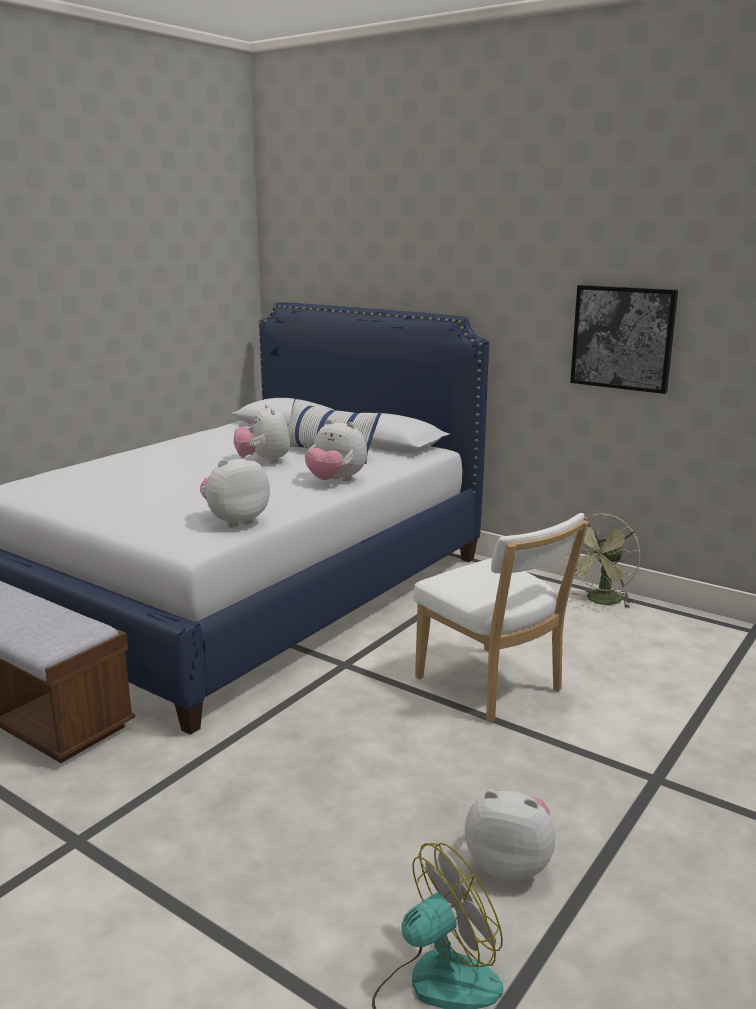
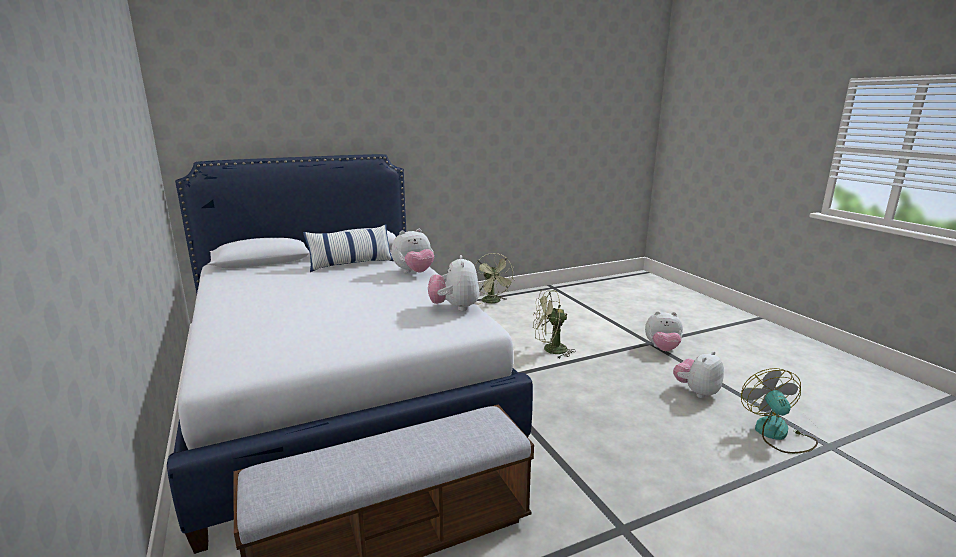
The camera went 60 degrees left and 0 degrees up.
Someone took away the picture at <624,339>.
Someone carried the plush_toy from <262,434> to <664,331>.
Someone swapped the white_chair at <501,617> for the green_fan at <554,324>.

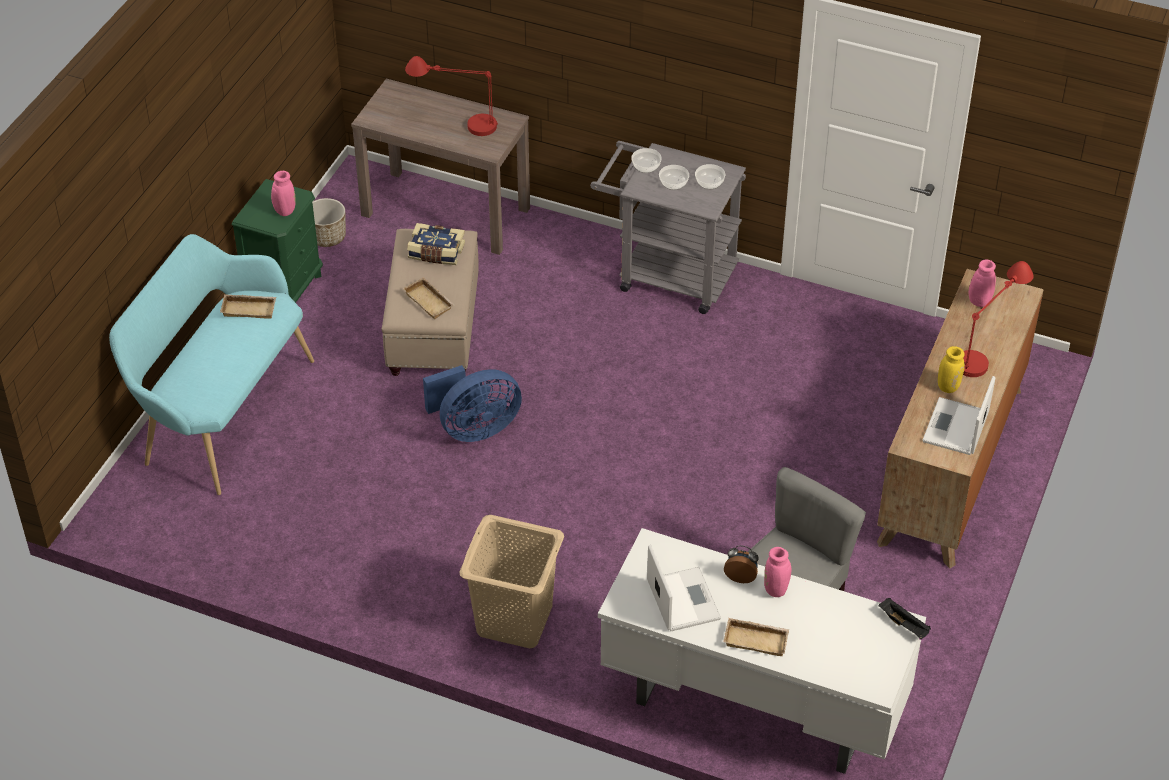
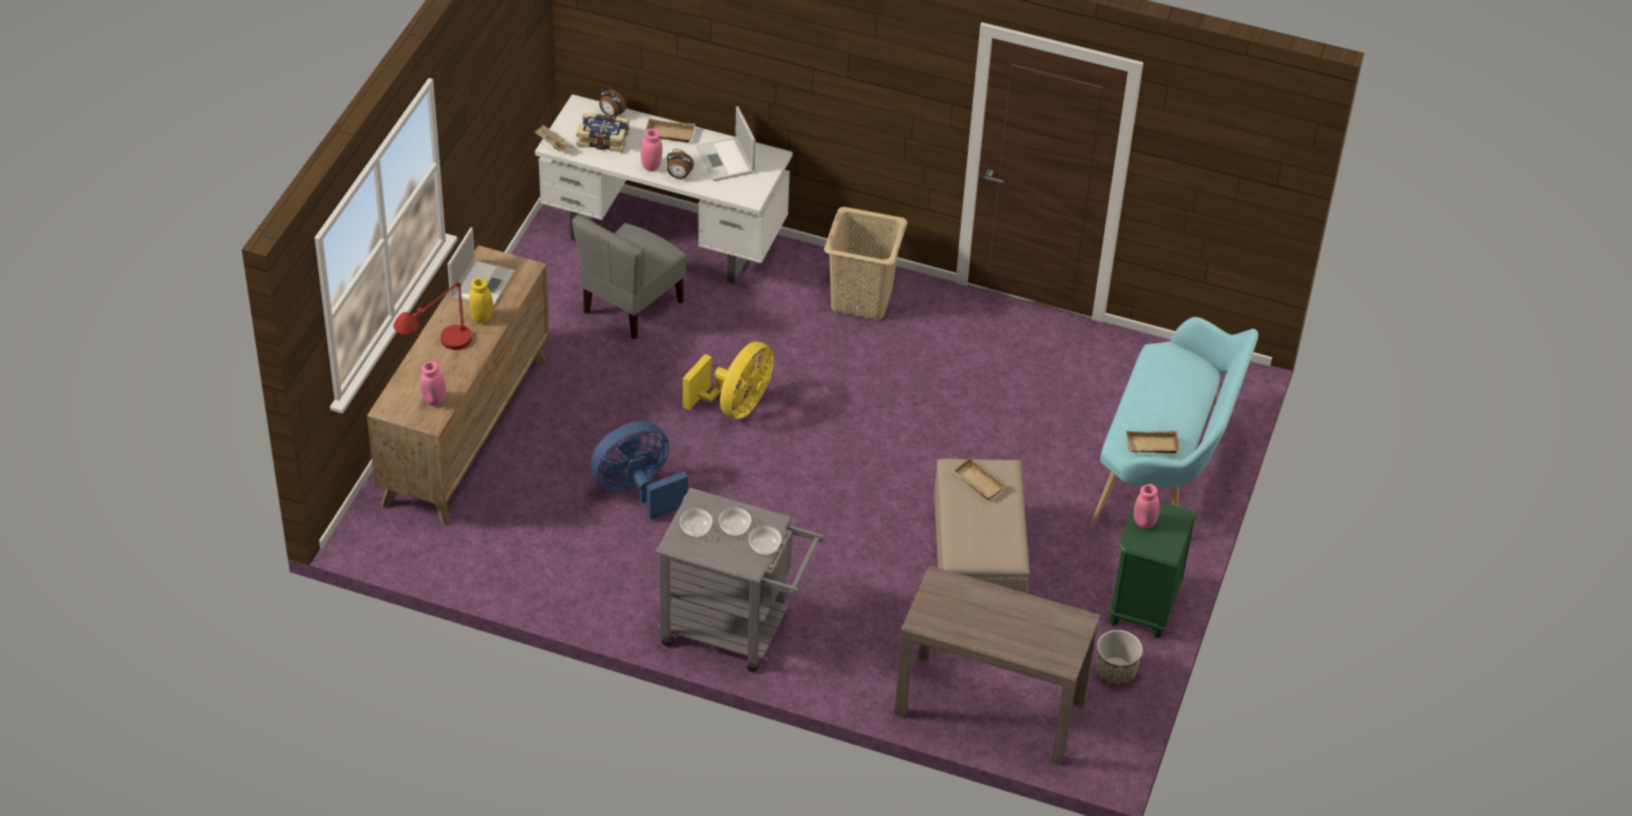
The camera went 175 degrees right and 0 degrees up.
Someone took away the red_table_lamp at <451,96>.
Someone put down the alarm_clock at <612,102>.
Someone put down the yellow_fan at <728,380>.
Someone carried the book from <436,244> to <603,132>.
Someone carried the blue_fan from <472,403> to <639,470>.
Someone repainted the black_tray at <905,618>, which became the beige_tray at <553,138>.

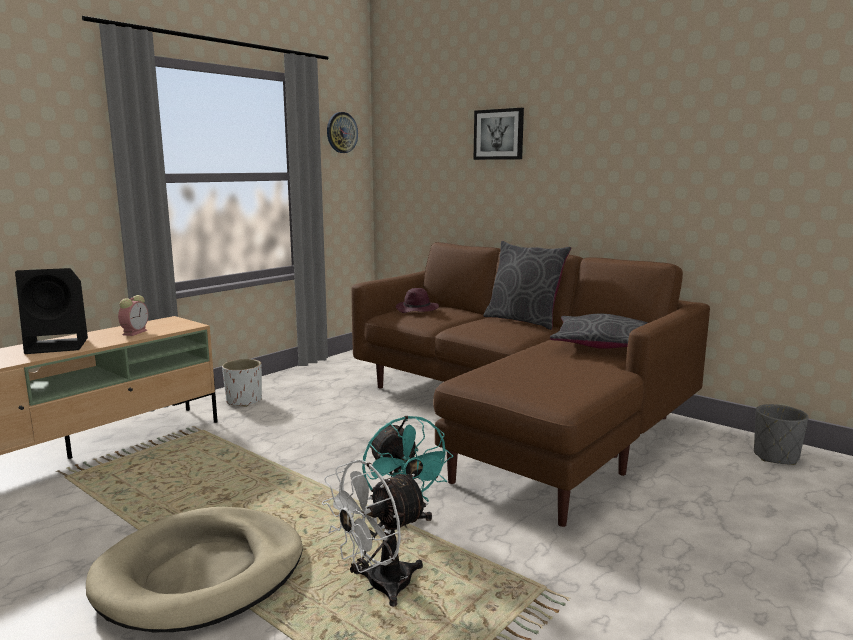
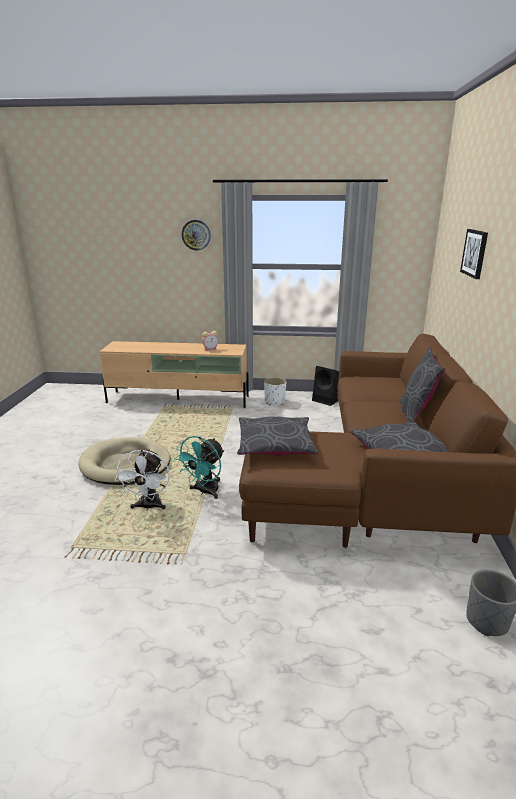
The camera went 55 degrees right and 10 degrees up.
Someone took away the purple_hat at <417,300>.
Someone put down the grey_pillow at <278,435>.
Someone carried the black_speaker from <51,311> to <325,386>.
Someone carried the wall_clock from <342,132> to <196,235>.
Someone rotated the white_fan at <375,533> by 105 degrees counterclockwise.

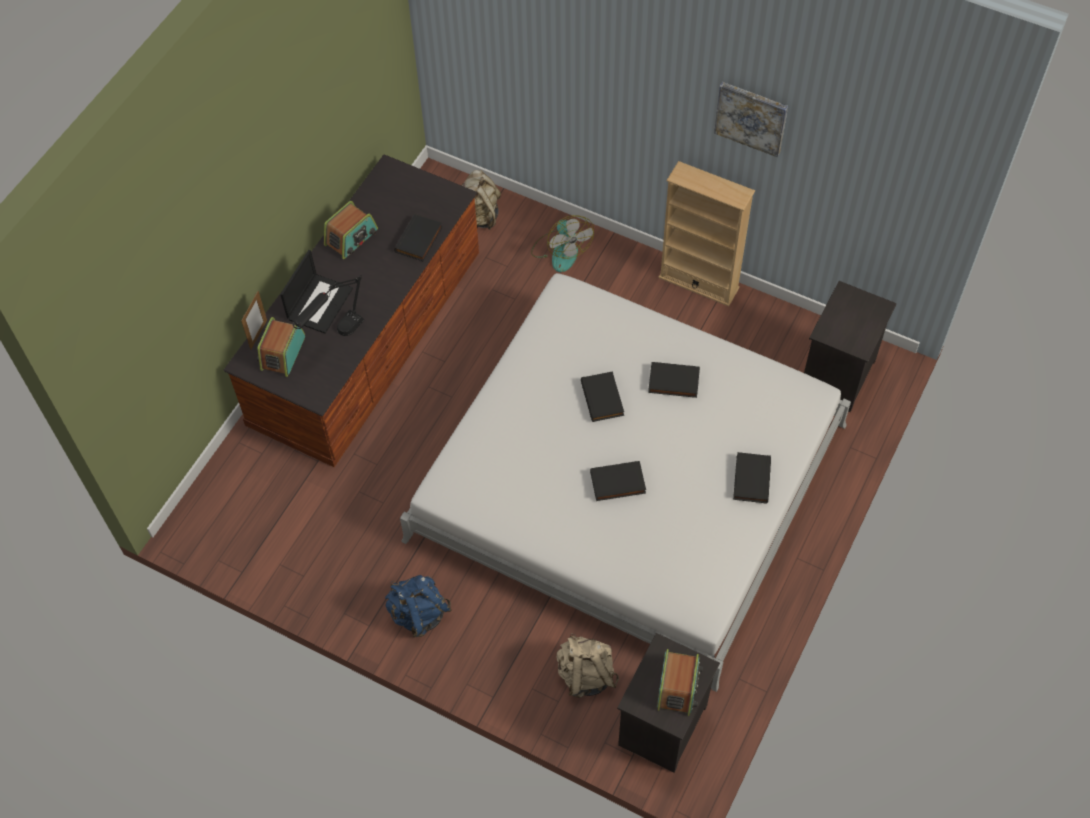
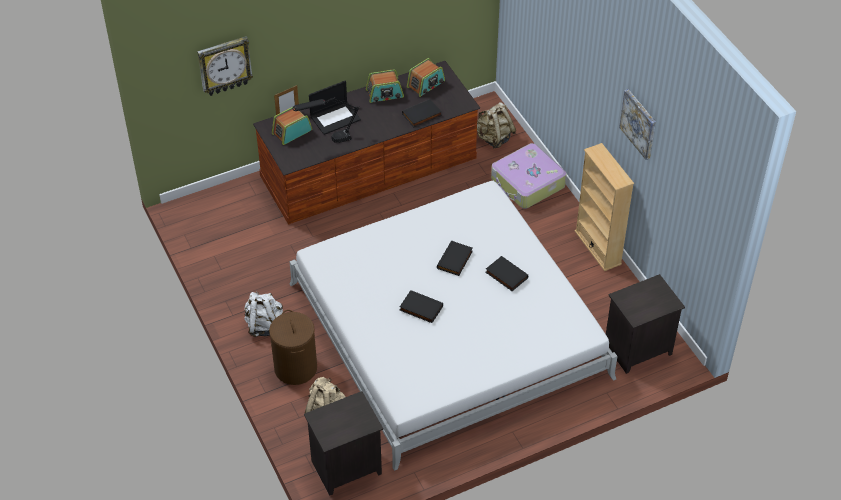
The camera went 35 degrees right and 10 degrees down.
Someone took away the black_book at <752,478>.
Someone put up the wall_clock at <225,66>.
Someone put down the brown_laundry_basket at <293,347>.
Someone carried the radio from <680,682> to <426,77>.
Someone swapped the fan at <562,243> for the suitcase at <528,176>.
Someone repainted the blue_backpack at <418,606>, which became the white_backpack at <263,314>.

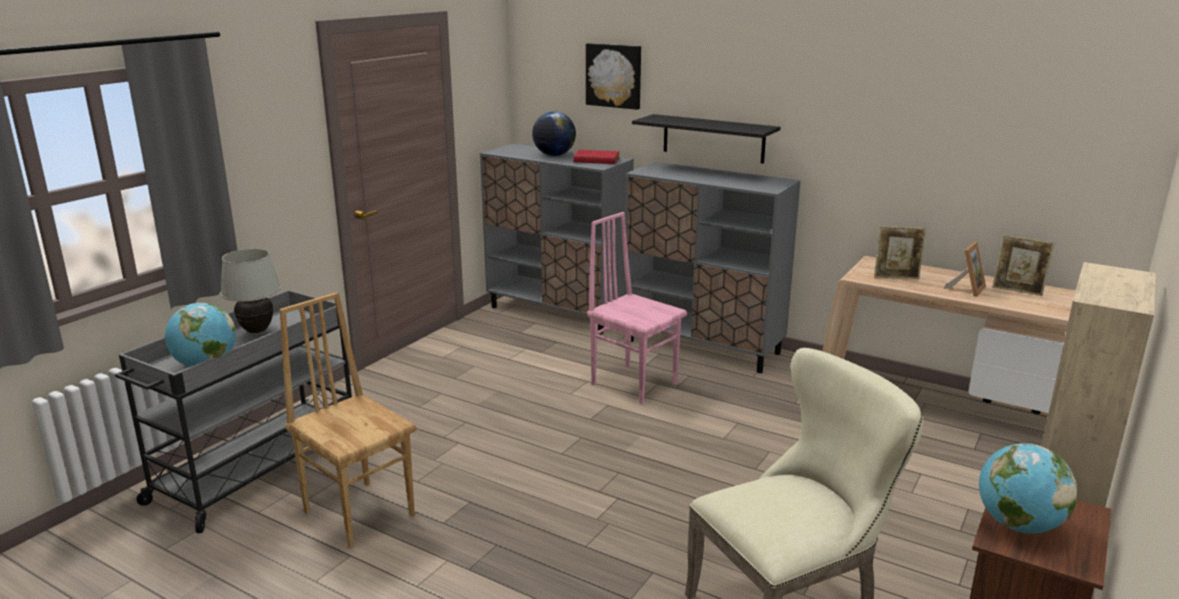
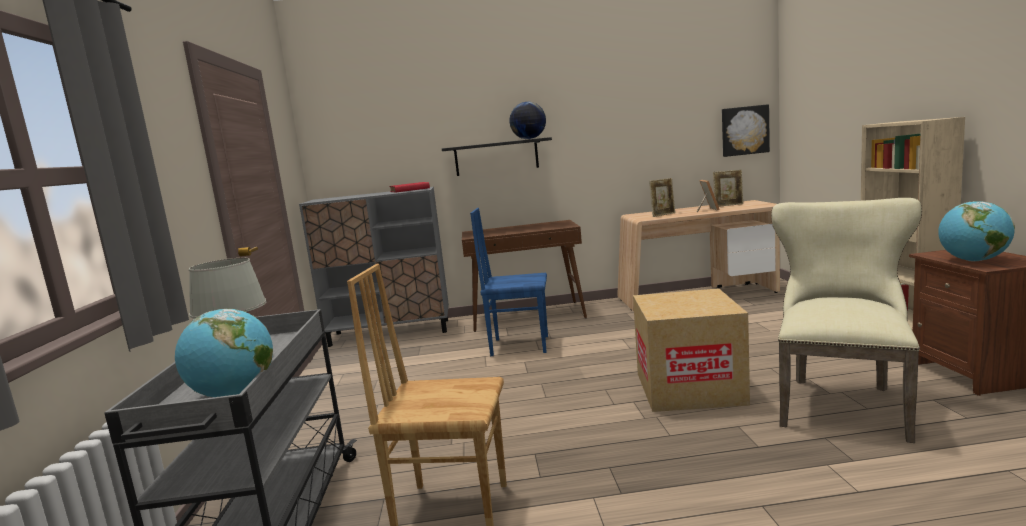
The camera went 35 degrees left and 10 degrees down.
Someone put down the cardboard_box at <691,350>.
Someone carried the globe from <554,133> to <528,120>.
Someone carried the picture from <613,76> to <746,130>.
Someone swapped the grey_cabinet at <712,267> for the brown_console_table at <524,276>.
Someone repainted the pink_chair at <637,308>, which became the blue_chair at <509,282>.

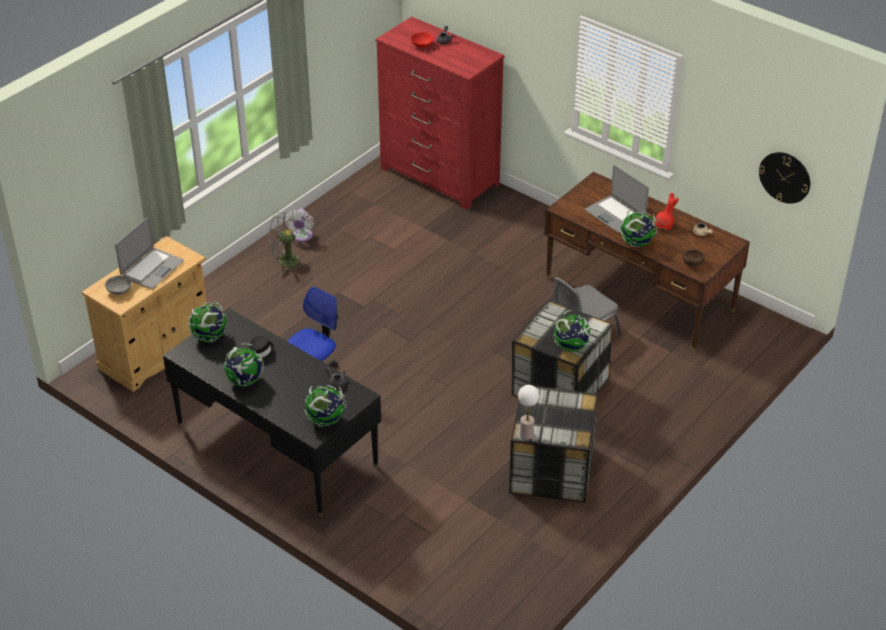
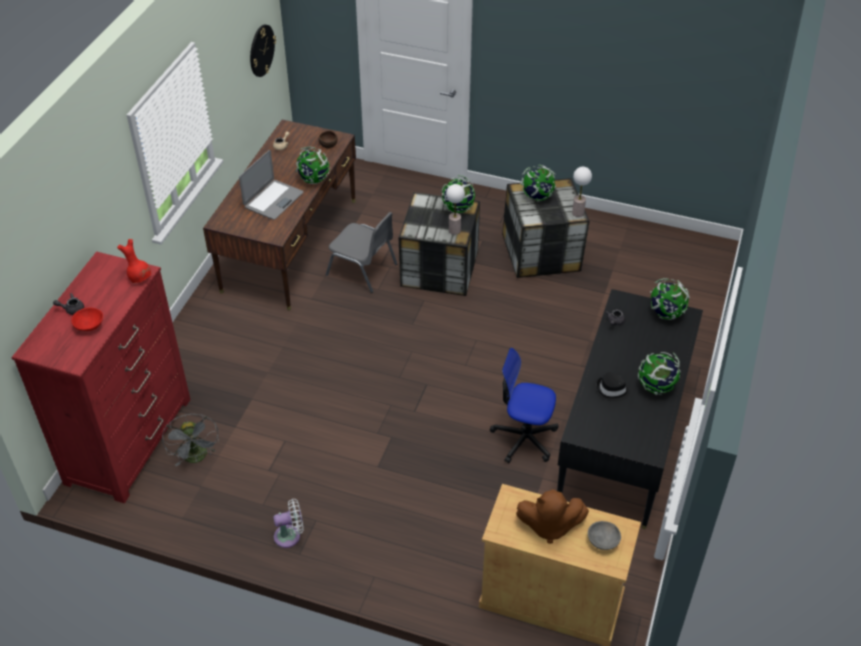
The camera went 110 degrees left and 5 degrees up.
Someone put down the table_lamp at <455,209>.
Someone carried the globe from <208,321> to <538,183>.
Someone carried the grey_fan from <286,242> to <190,440>.
Someone carried the red_vase from <667,211> to <134,261>.
Someone swapped the laptop at <149,253> for the brown_plush_toy at <552,517>.

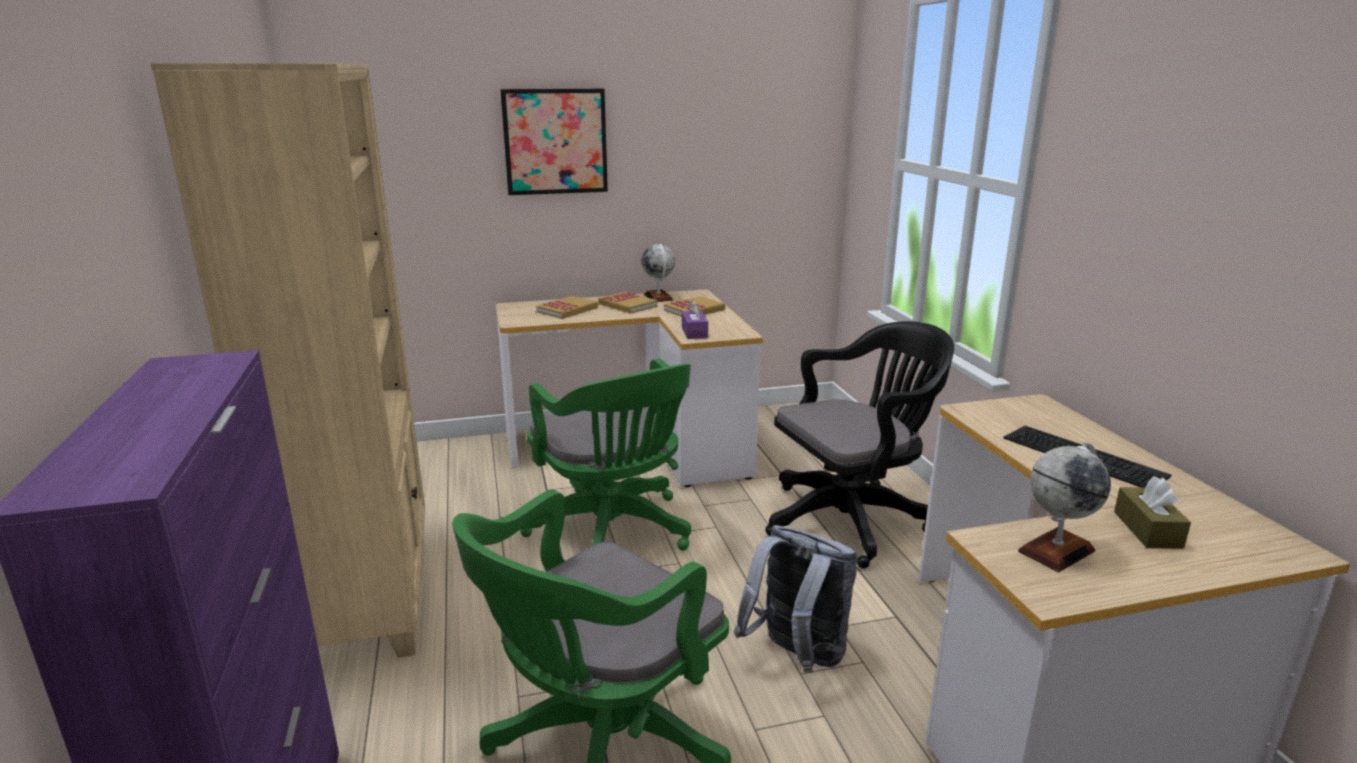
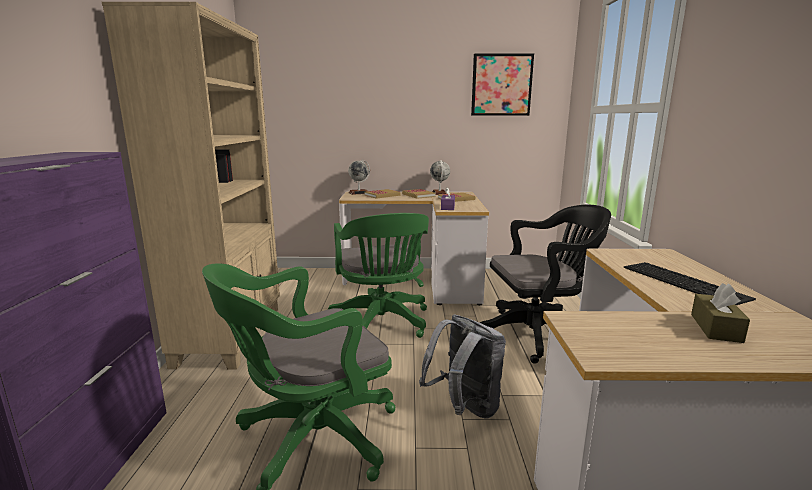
The camera went 15 degrees right and 5 degrees down.
Someone carried the picture from <554,142> to <502,85>.
Someone carried the globe from <1064,506> to <359,177>.

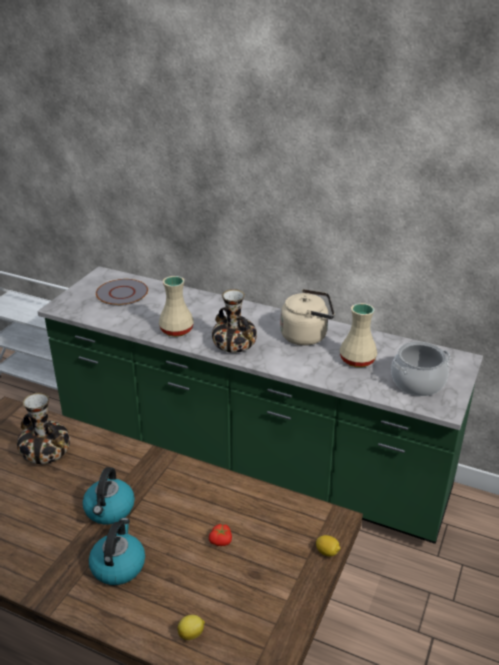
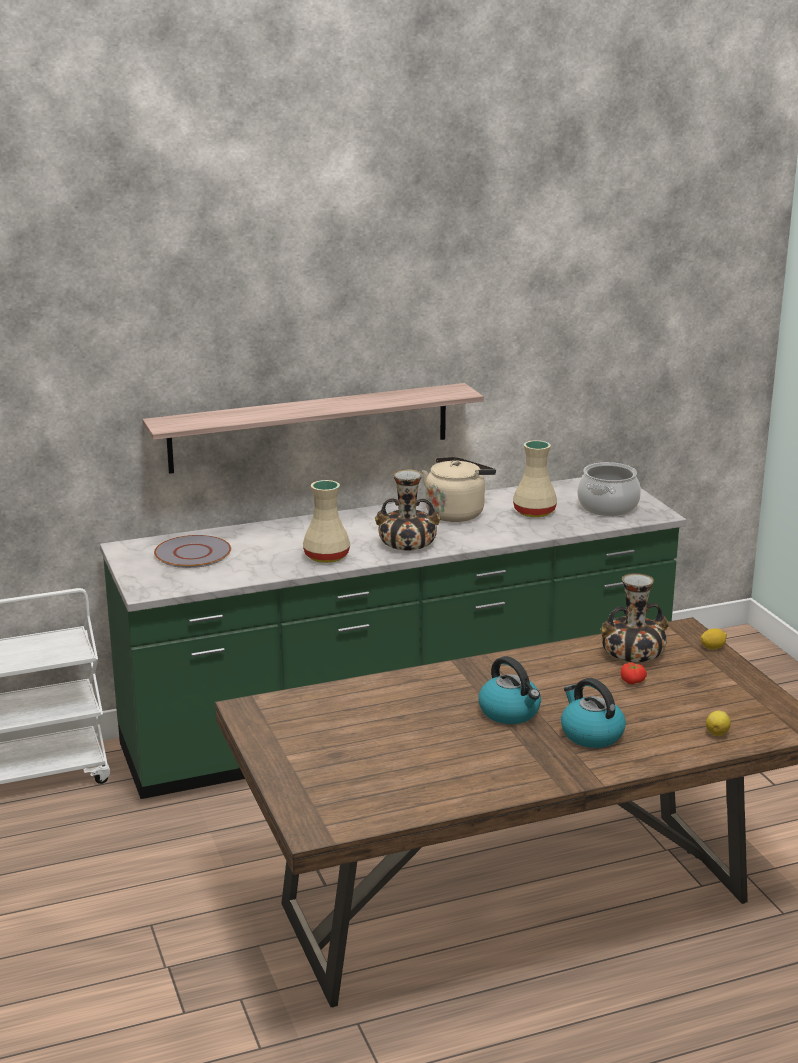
The camera went 45 degrees left and 10 degrees down.
Someone put up the shelf at <313,428>.
Someone carried the vase from <43,428> to <634,618>.

